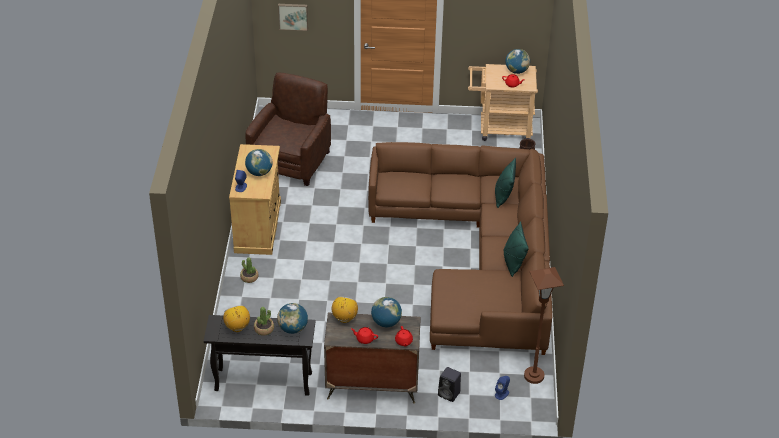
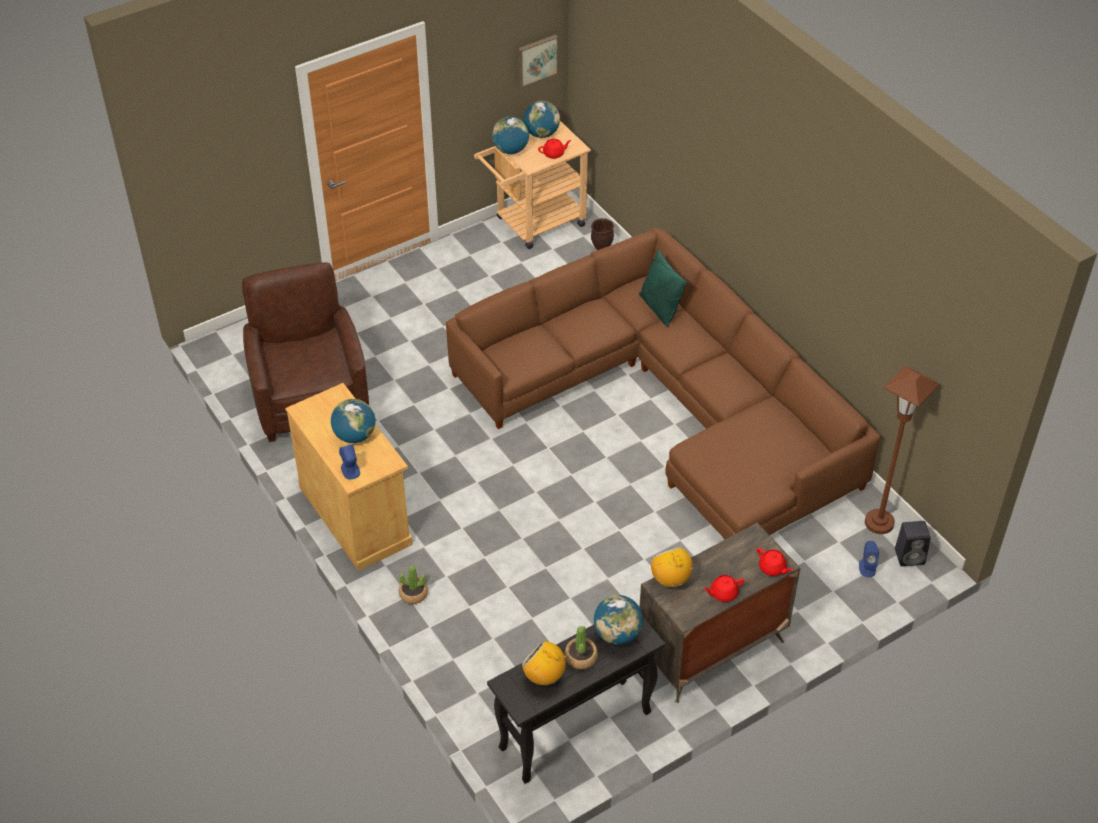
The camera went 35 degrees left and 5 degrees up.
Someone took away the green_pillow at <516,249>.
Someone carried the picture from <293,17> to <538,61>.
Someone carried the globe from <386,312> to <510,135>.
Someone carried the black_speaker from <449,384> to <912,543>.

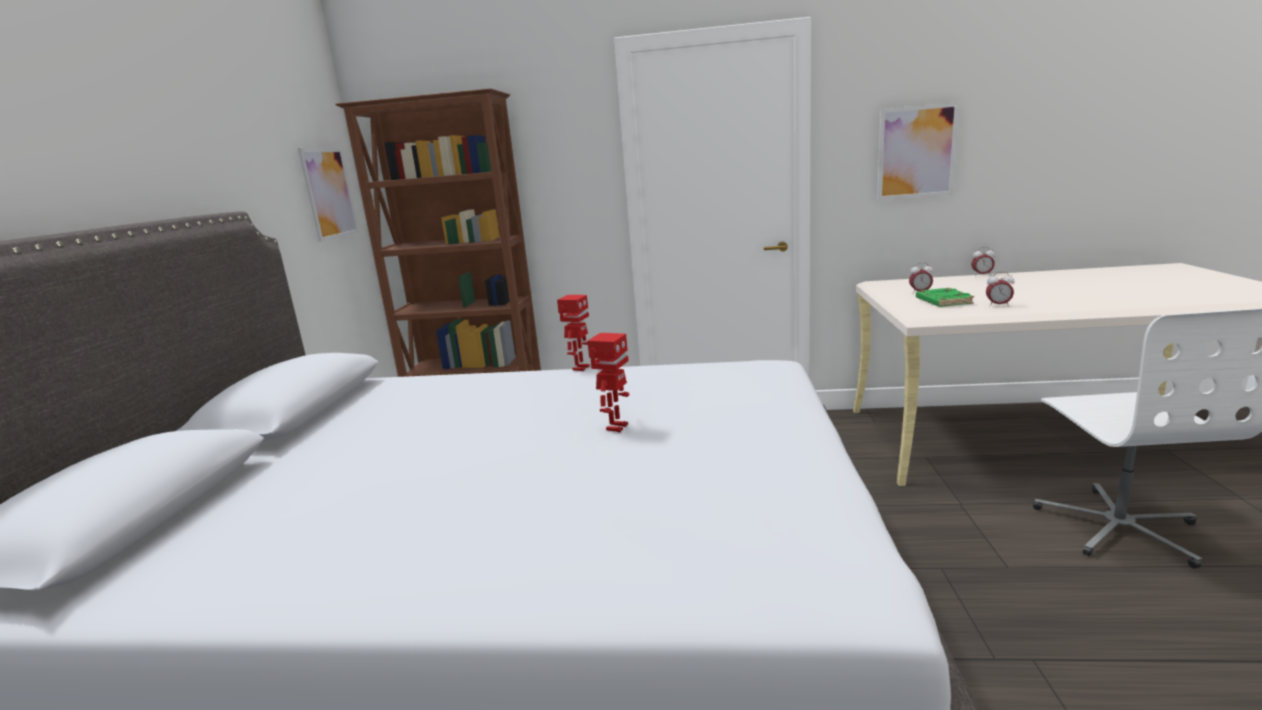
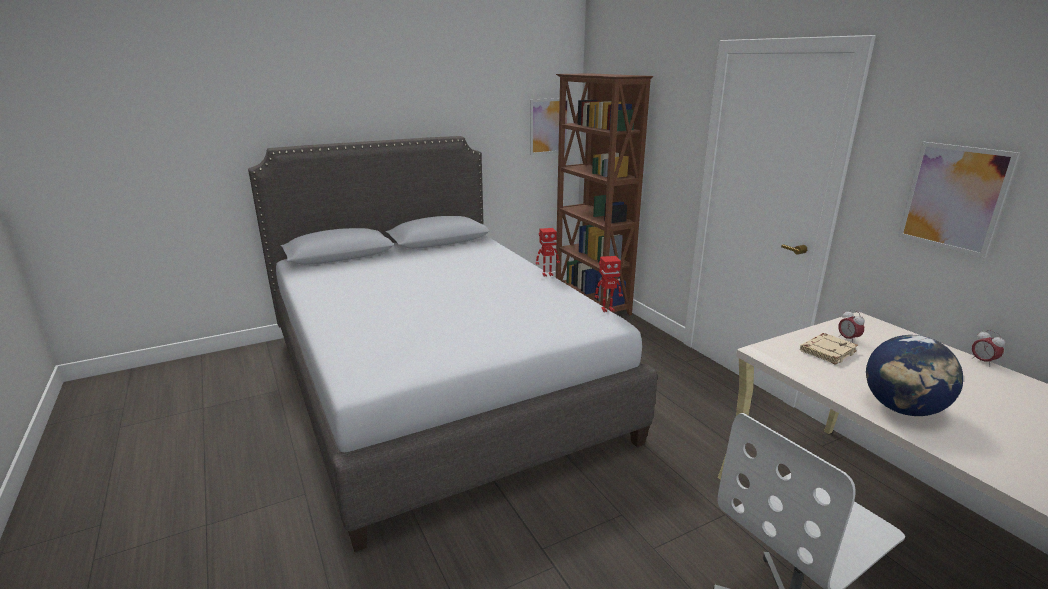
The camera went 55 degrees right and 5 degrees up.
Someone took away the alarm_clock at <1000,289>.
Someone put down the globe at <914,375>.
Someone carried the toy_robot from <608,382> to <609,284>.
Someone repainted the green_book at <945,297>, which became the beige_book at <829,349>.

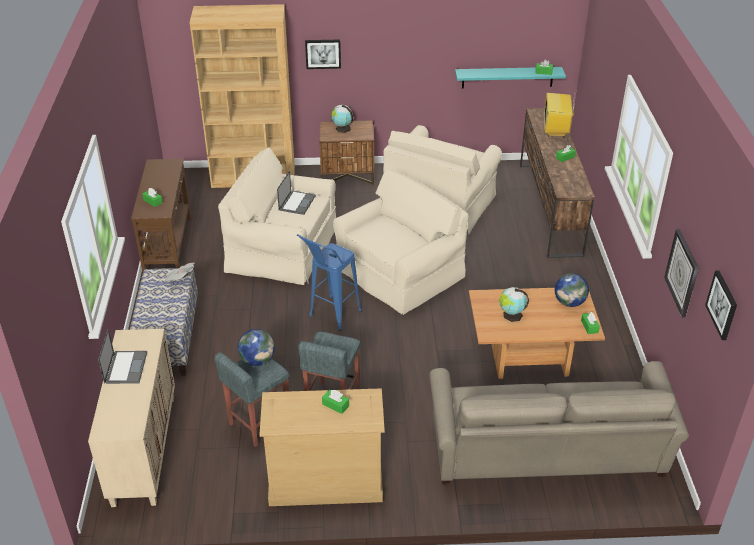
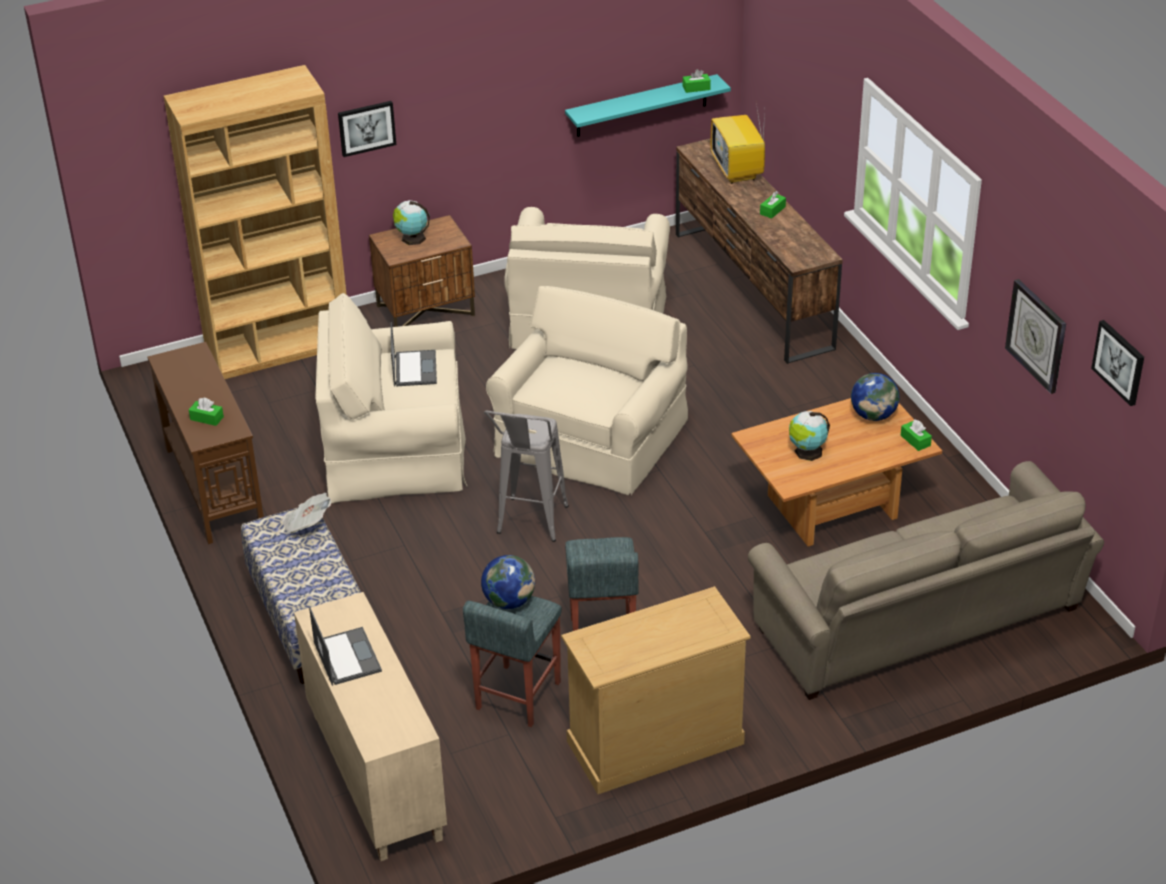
The camera went 20 degrees left and 0 degrees up.
Someone took away the green_tissue_box at <335,402>.
Someone repainted the blue_stool at <329,282>, which became the grey_stool at <526,476>.

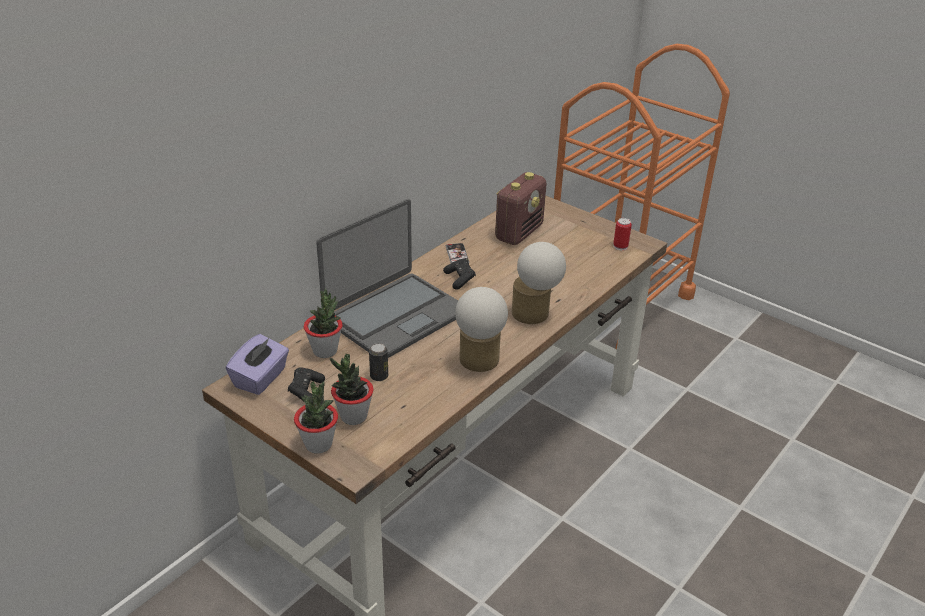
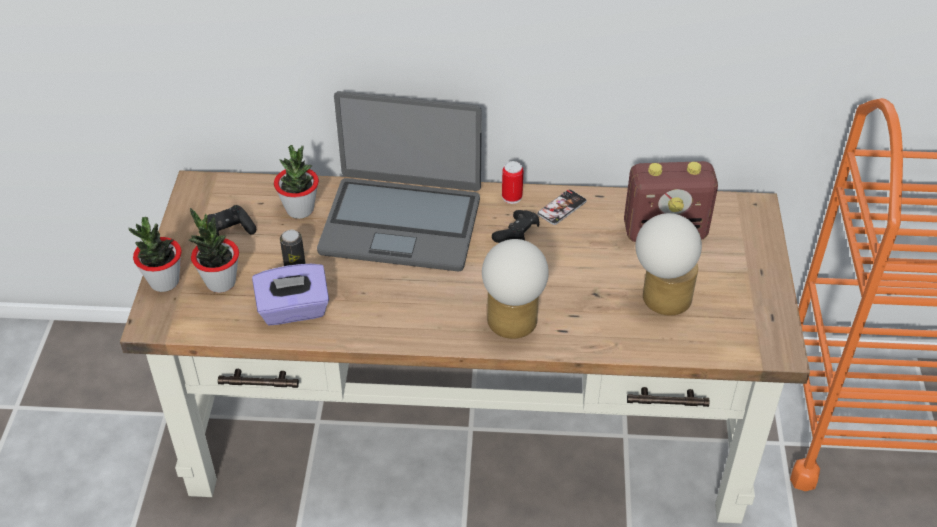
The camera went 55 degrees right and 10 degrees up.
Someone carried the purple_tissue_box from <257,364> to <290,294>.
Someone carried the table_lamp from <481,329> to <669,264>.
Someone carried the can from <622,234> to <513,182>.

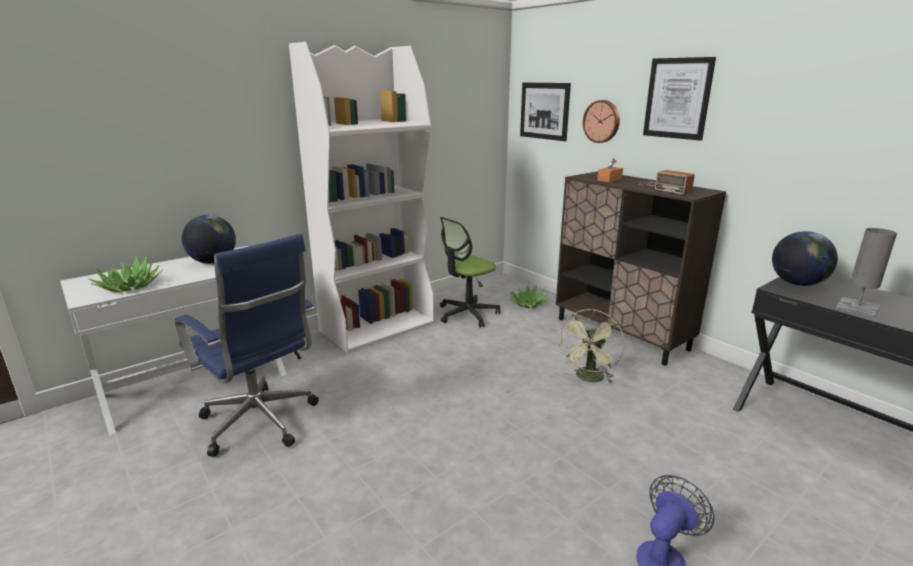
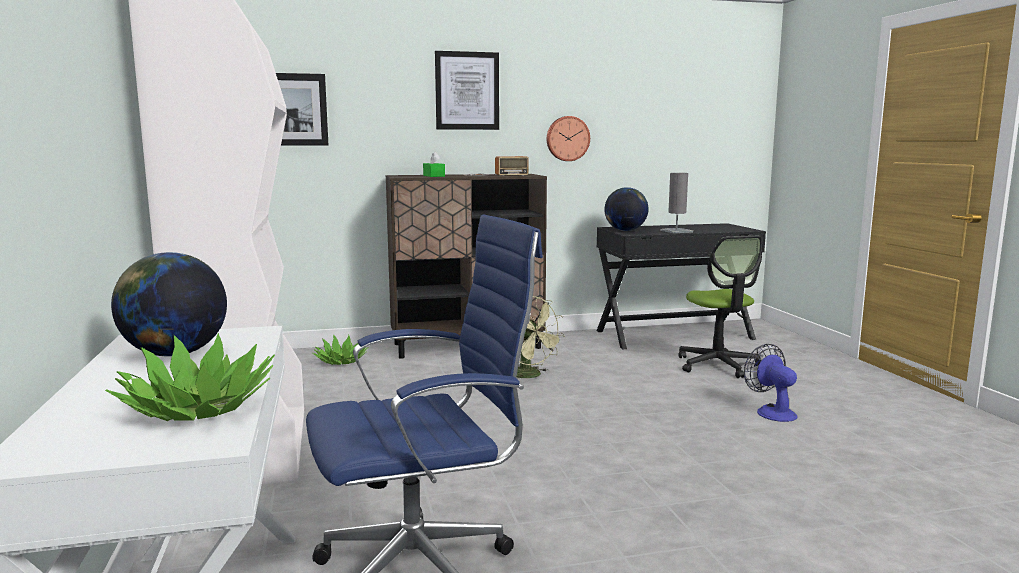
The camera went 65 degrees left and 10 degrees down.
Someone carried the office_chair from <470,272> to <720,306>.
Someone carried the wall_clock from <601,121> to <568,138>.
Someone repainted the orange_tissue_box at <610,170>, which became the green_tissue_box at <434,164>.

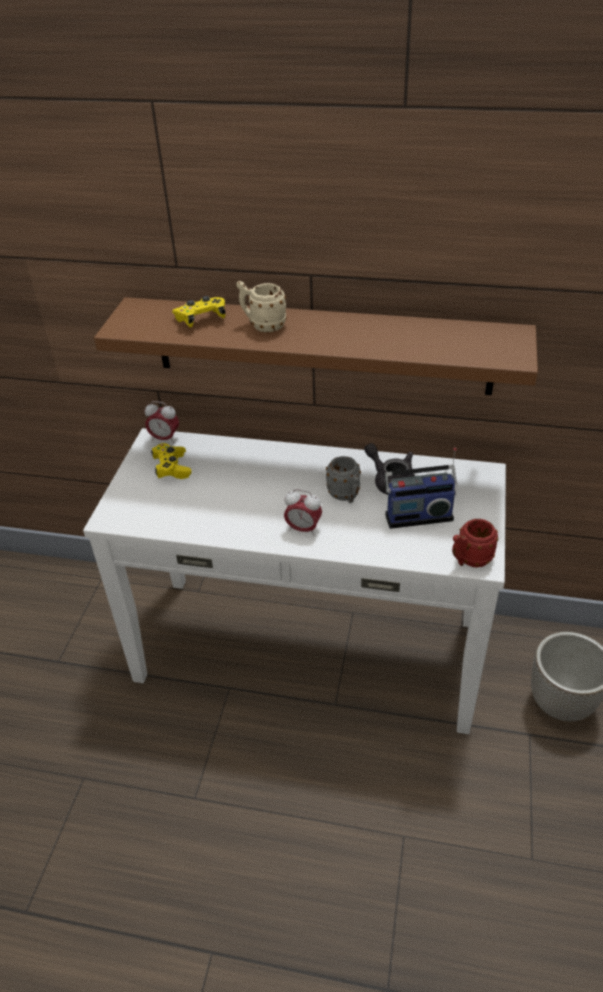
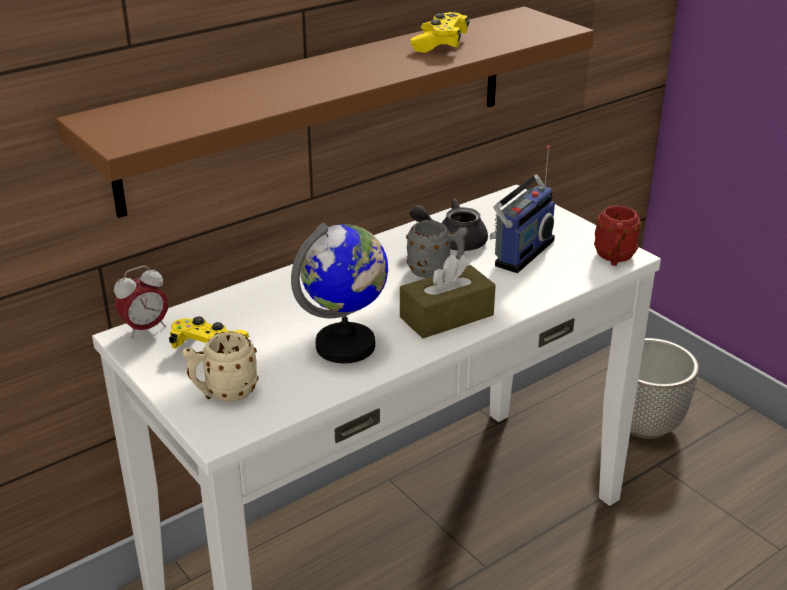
The camera went 50 degrees left and 10 degrees down.
Someone put down the globe at <339,293>.
Someone carried the yellow_game_controller from <199,311> to <440,32>.
Someone carried the beige_mug from <261,306> to <220,367>.
Someone swapped the alarm_clock at <303,512> for the brown_tissue_box at <448,296>.

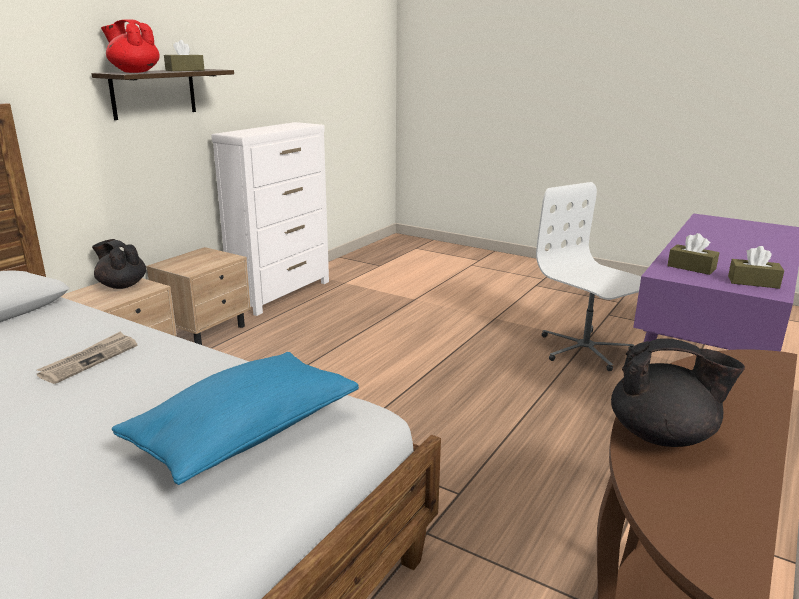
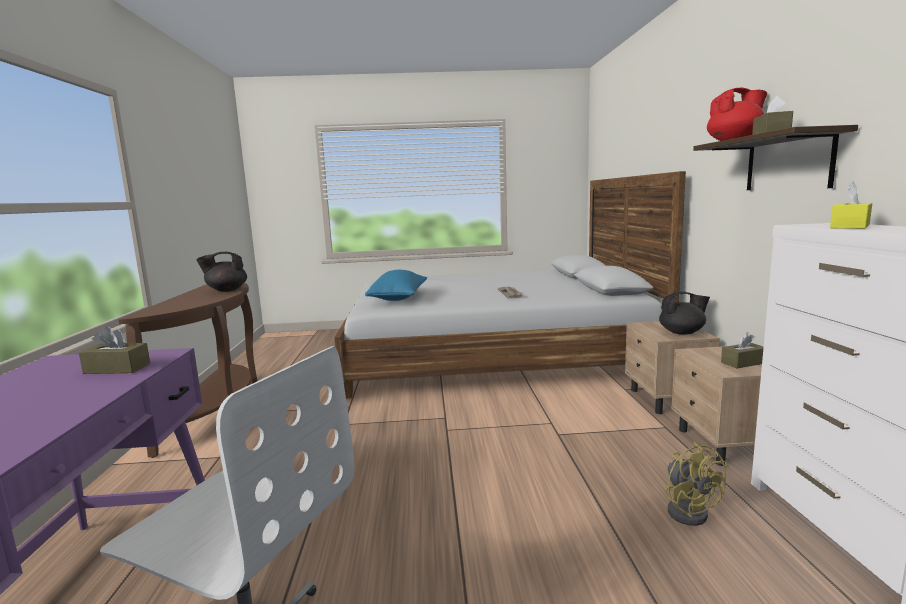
The camera went 145 degrees right and 10 degrees down.
Someone put down the yellow_fan at <695,483>.
Someone put down the yellow_tissue_box at <851,205>.
Someone carried the brown_tissue_box from <756,267> to <742,350>.

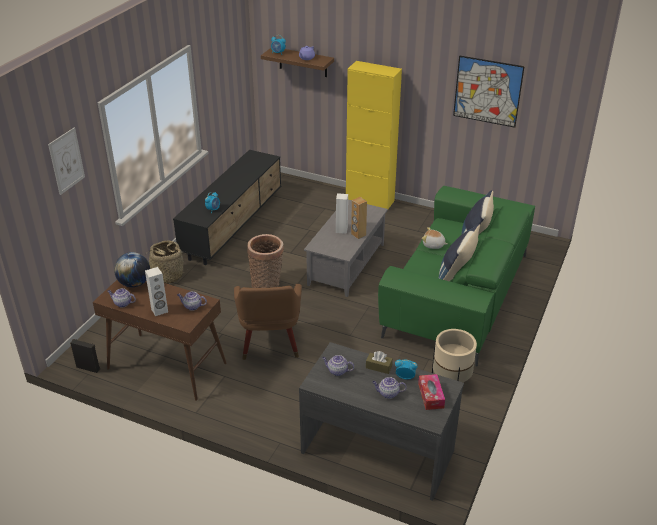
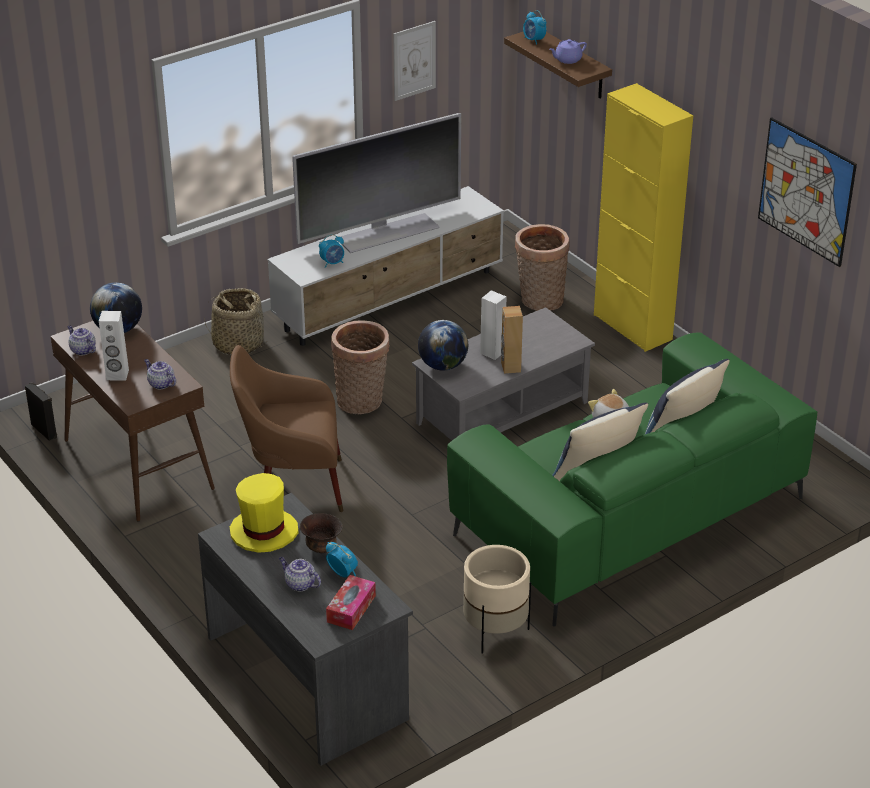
The camera went 30 degrees right and 0 degrees up.
Someone put down the television at <376,183>.
Someone put down the globe at <443,345>.
Someone put down the basket at <542,267>.
Someone carried the picture from <66,161> to <414,61>.
Someone swapped the teapot at <338,365> for the yellow_hat at <264,513>.
Someone swapped the brown_tissue_box at <379,362> for the brown_bowl at <321,533>.
Someone repainted the black_tv_stand at <227,207>, which became the white_tv_stand at <385,266>.
Someone rotated the brown_armchair at <268,322> by 60 degrees clockwise.

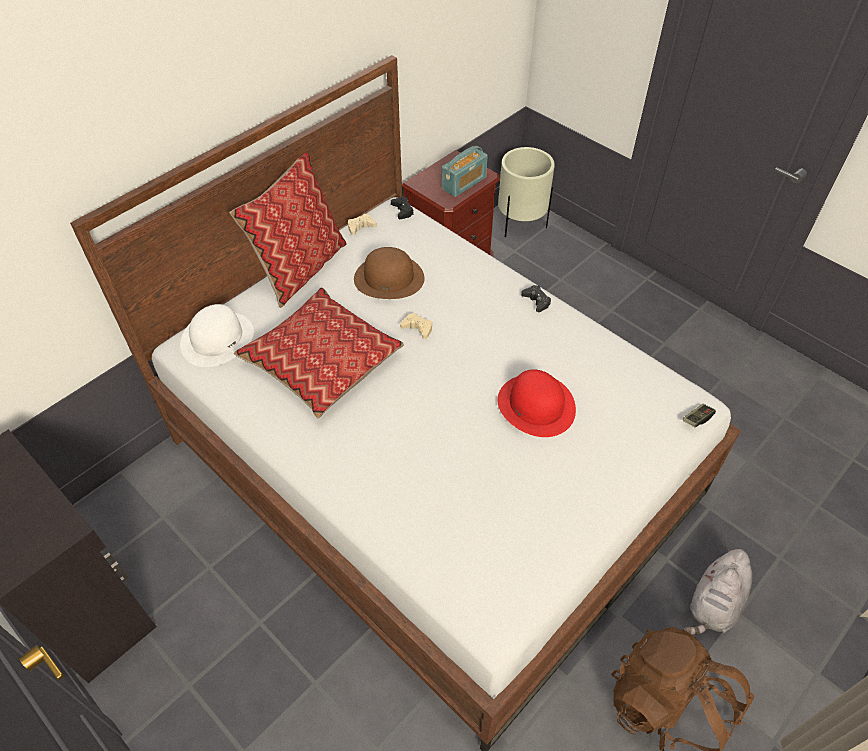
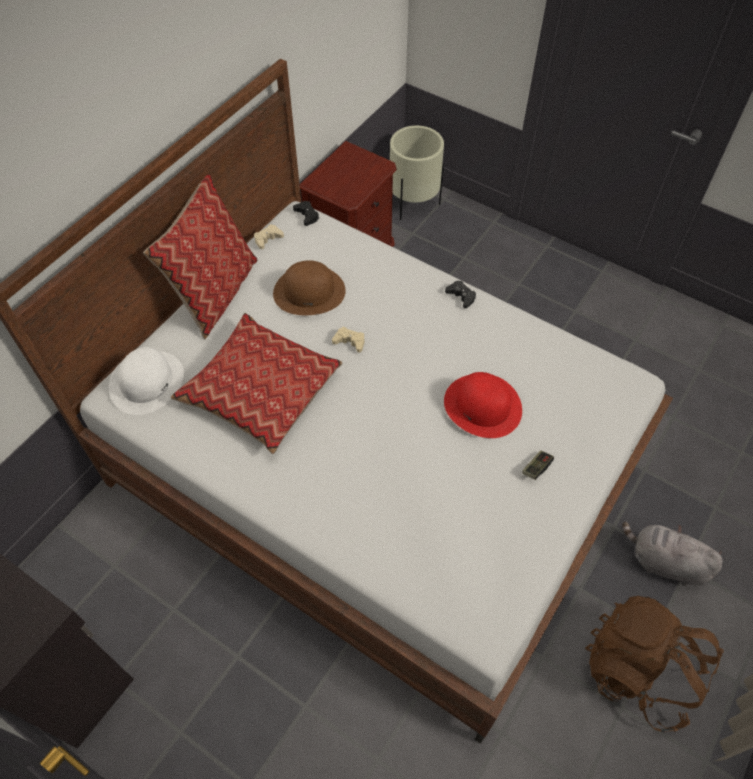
The camera went 10 degrees left and 5 degrees up.
Someone took away the radio at <465,171>.
Someone carried the game_controller from <699,416> to <538,465>.
Someone rotated the grey_plush_toy at <718,590> by 90 degrees clockwise.

